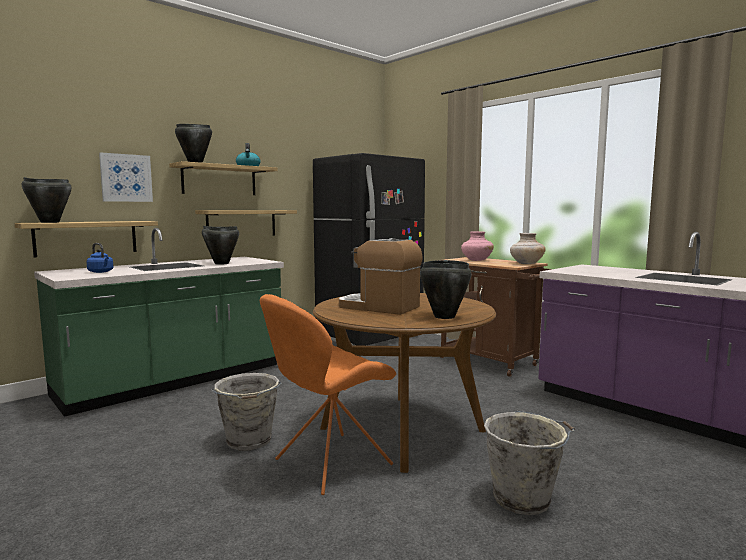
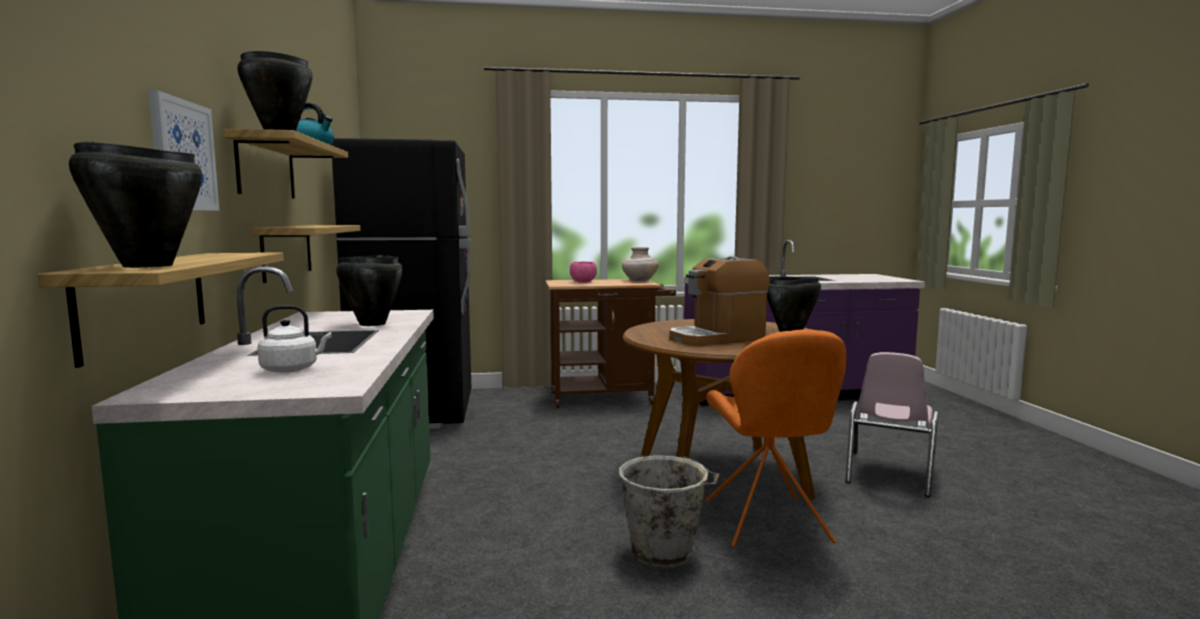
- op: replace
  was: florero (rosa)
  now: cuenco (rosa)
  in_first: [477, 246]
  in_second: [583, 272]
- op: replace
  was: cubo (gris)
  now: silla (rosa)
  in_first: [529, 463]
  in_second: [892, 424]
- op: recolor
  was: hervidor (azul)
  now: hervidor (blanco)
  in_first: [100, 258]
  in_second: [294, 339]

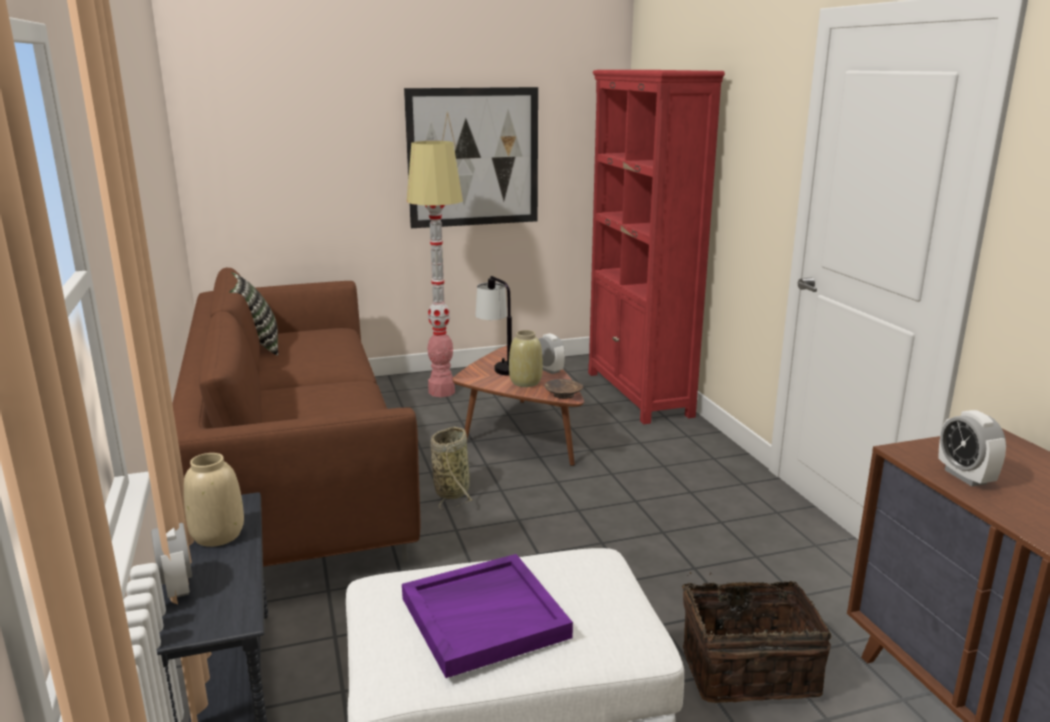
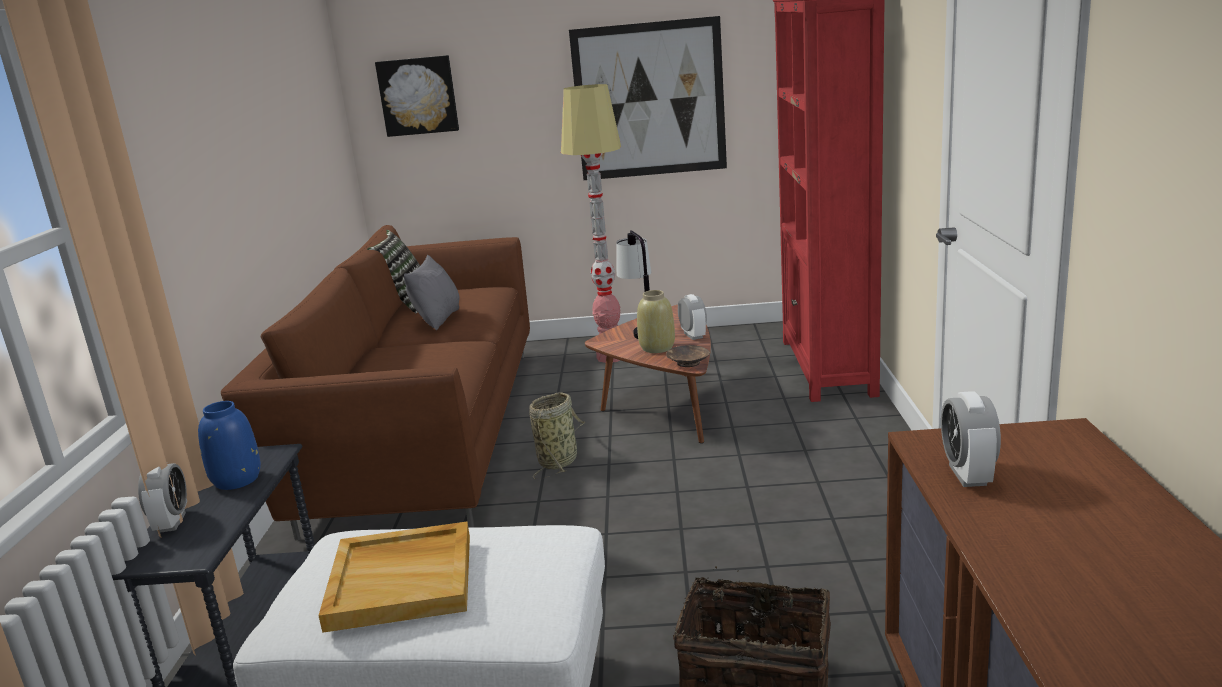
- op: insert
  now: cuadro
  in_second: [417, 96]
- op: insert
  now: cojín (gris)
  in_second: [432, 292]
- op: recolor
  was: florero (beis)
  now: florero (azul)
  in_first: [214, 500]
  in_second: [229, 445]
- op: recolor
  was: bandeja (morado)
  now: bandeja (beis)
  in_first: [487, 616]
  in_second: [394, 577]

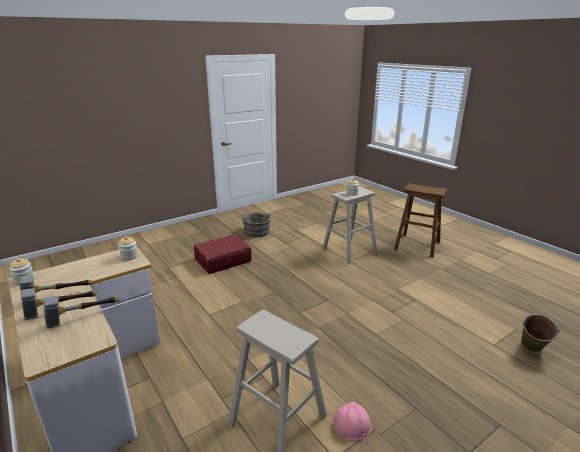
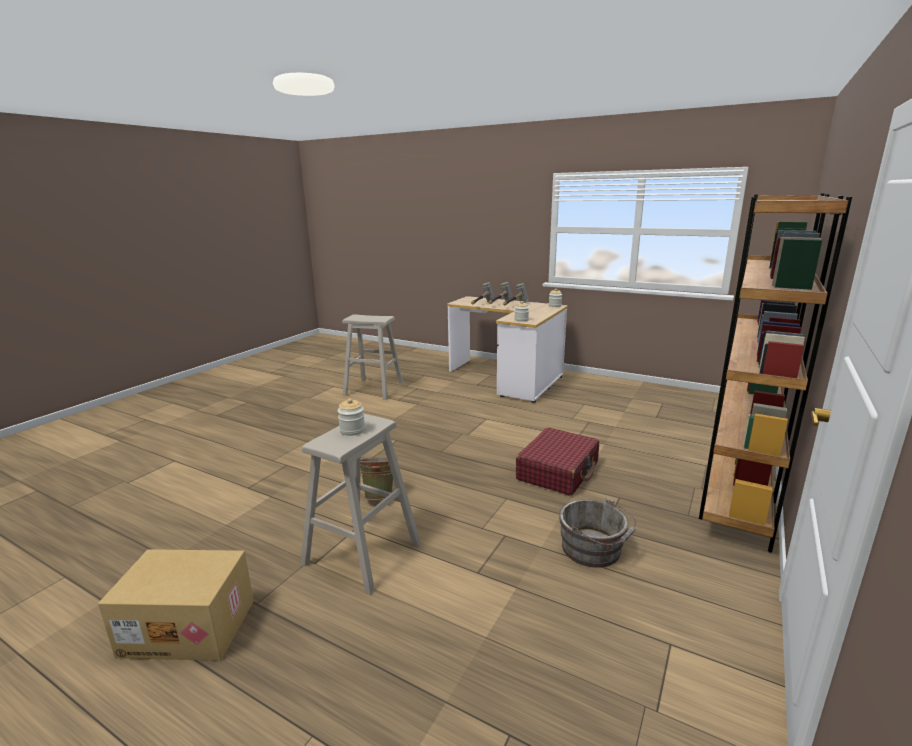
- op: delete
  was: casco (rosa)
  in_first: [352, 421]
- op: insert
  now: estantería (marrón)
  in_second: [775, 373]
- op: move
  was: cubo (verde)
  in_first: [540, 333]
  in_second: [379, 479]
- op: replace
  was: taburete (marrón)
  now: caja de cartón
  in_first: [420, 221]
  in_second: [176, 605]

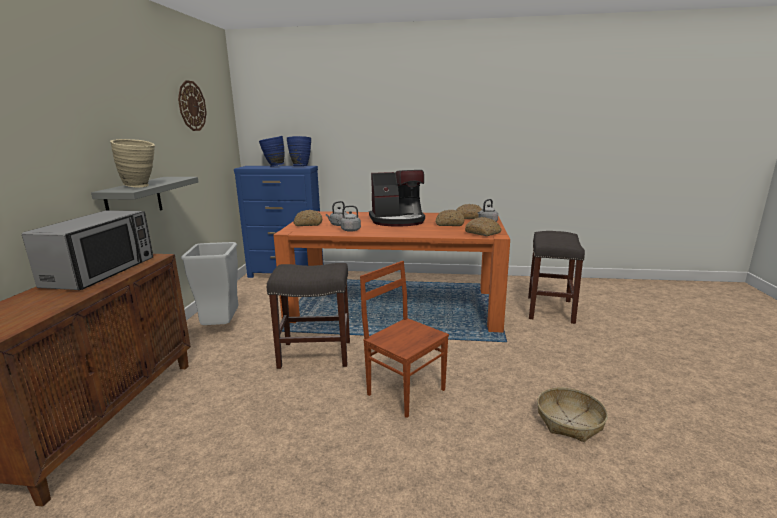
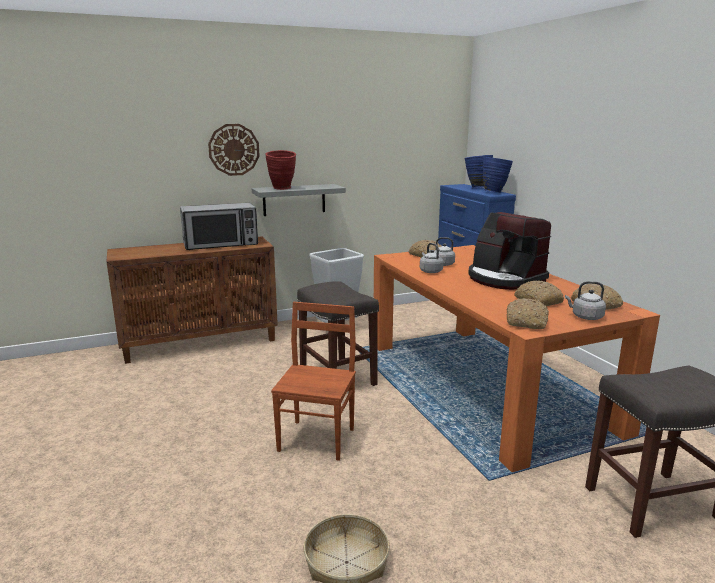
- op: move
  was: reloj de pared
  in_first: [192, 105]
  in_second: [234, 150]
- op: recolor
  was: florero (beis)
  now: florero (rojo)
  in_first: [132, 163]
  in_second: [281, 170]

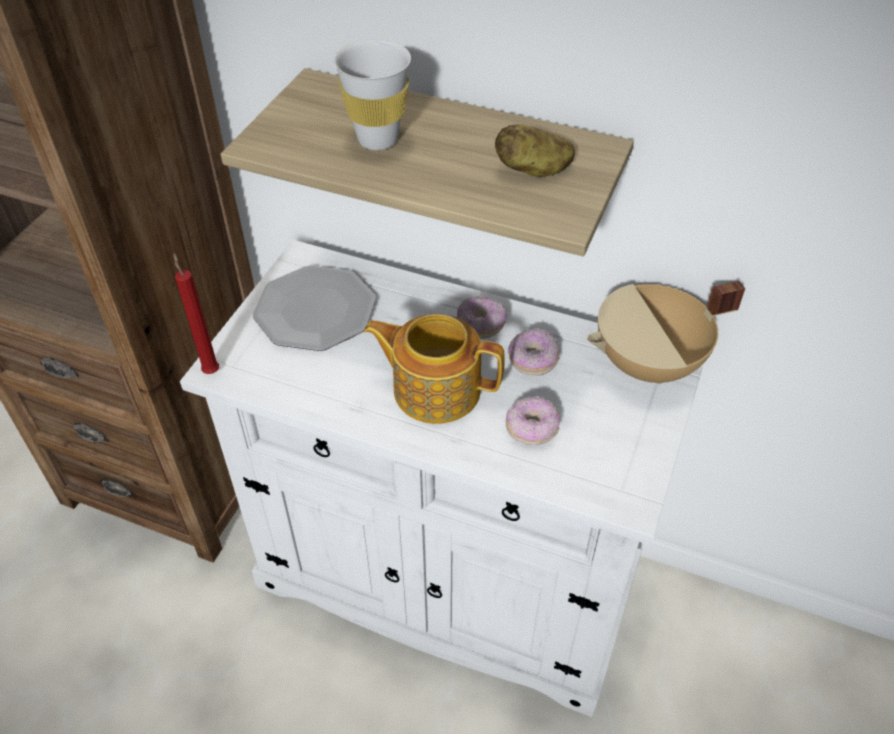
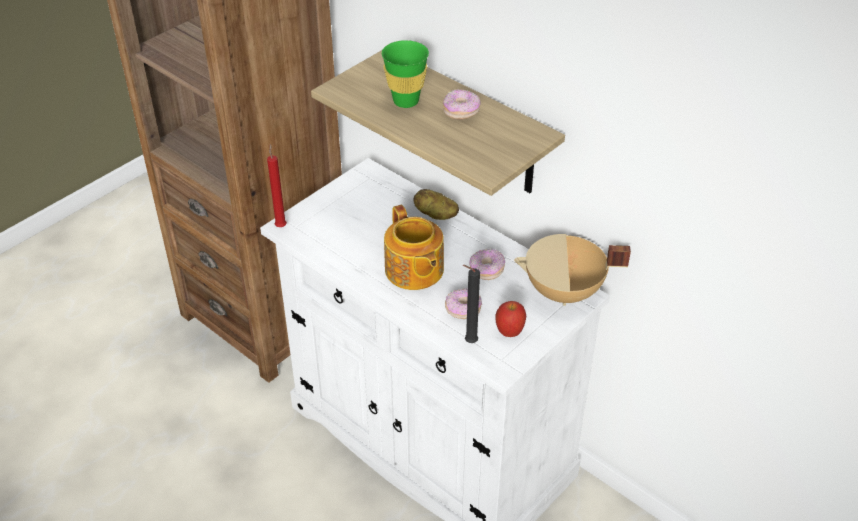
- op: delete
  was: plato
  in_first: [314, 308]
- op: insert
  now: vela (negro)
  in_second: [471, 304]
- op: insert
  now: manzana
  in_second: [510, 319]
- op: move
  was: rosquilla
  in_first: [482, 317]
  in_second: [462, 104]
- op: move
  was: patata
  in_first: [535, 150]
  in_second: [436, 204]
- op: recolor
  was: taza (blanco)
  now: taza (verde)
  in_first: [372, 94]
  in_second: [405, 74]
- op: rotate
  was: tetera
  in_first: [434, 369]
  in_second: [414, 247]
  clockwise: -150

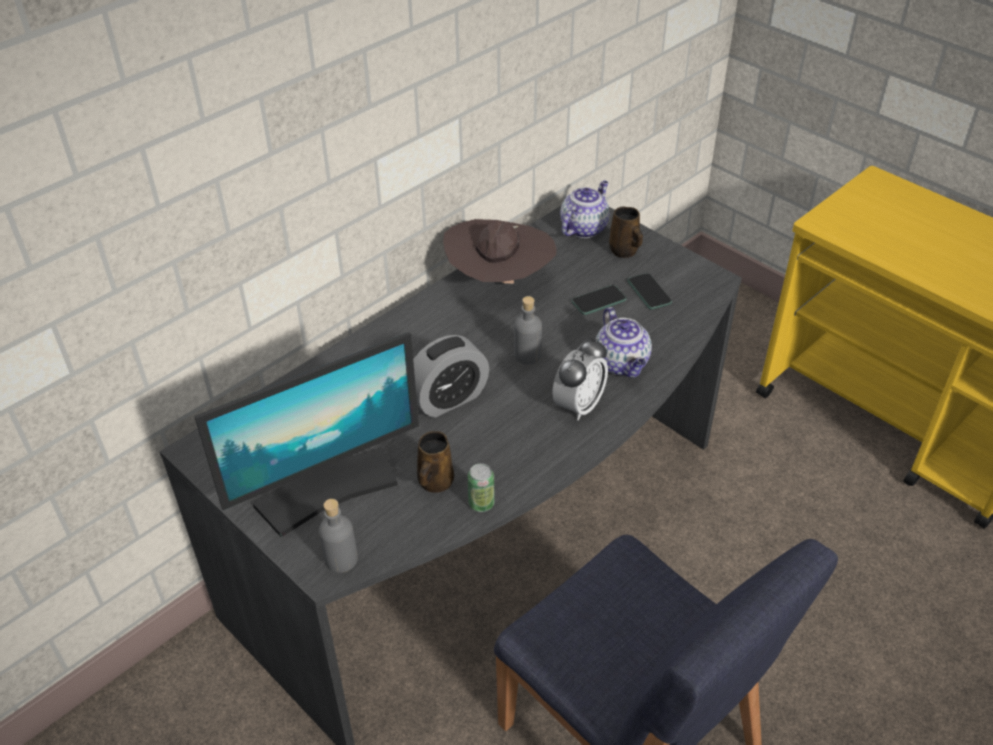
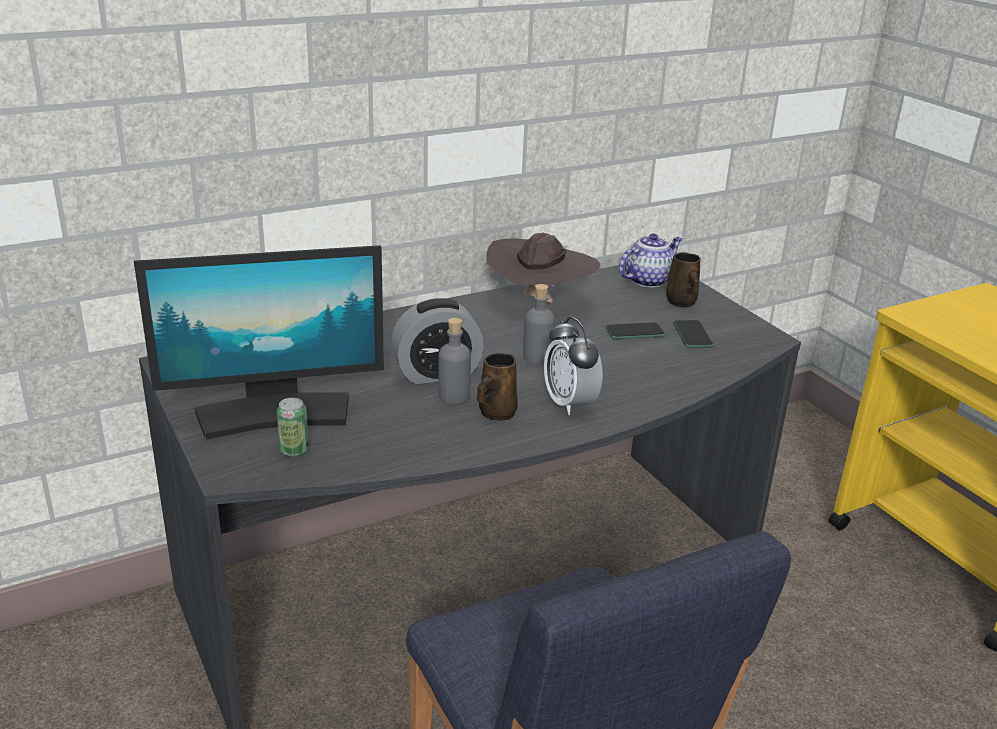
- op: delete
  was: tetera
  in_first: [624, 342]
- op: move
  was: botella (gris)
  in_first: [338, 536]
  in_second: [454, 361]
- op: move
  was: taza grande (marrón)
  in_first: [435, 462]
  in_second: [497, 386]
- op: move
  was: lata
  in_first: [481, 487]
  in_second: [293, 427]
- op: rotate
  was: despertador
  in_first: [580, 379]
  in_second: [573, 366]
  clockwise: 105

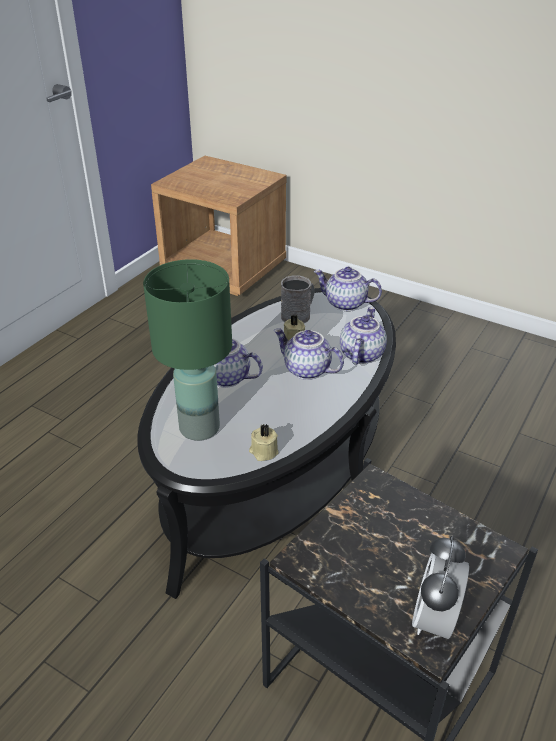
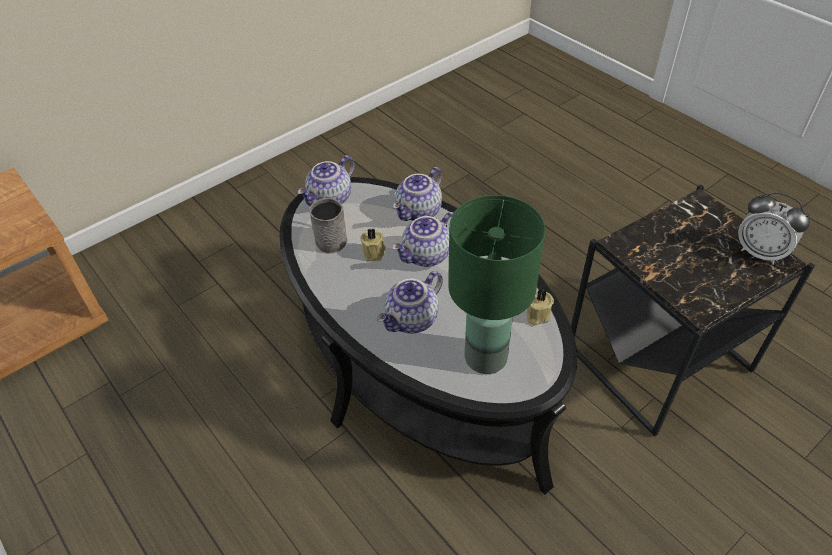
- op: rotate
  was: tetera
  in_first: [363, 336]
  in_second: [417, 194]
  clockwise: -90

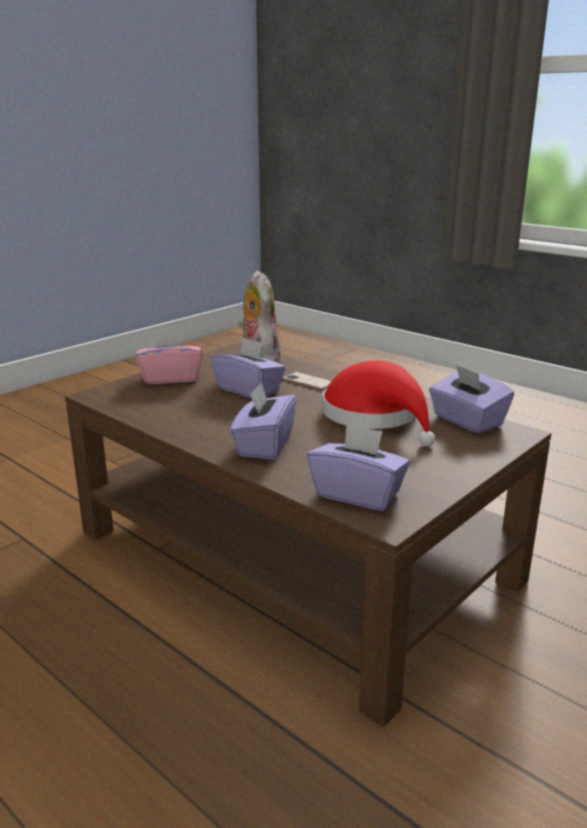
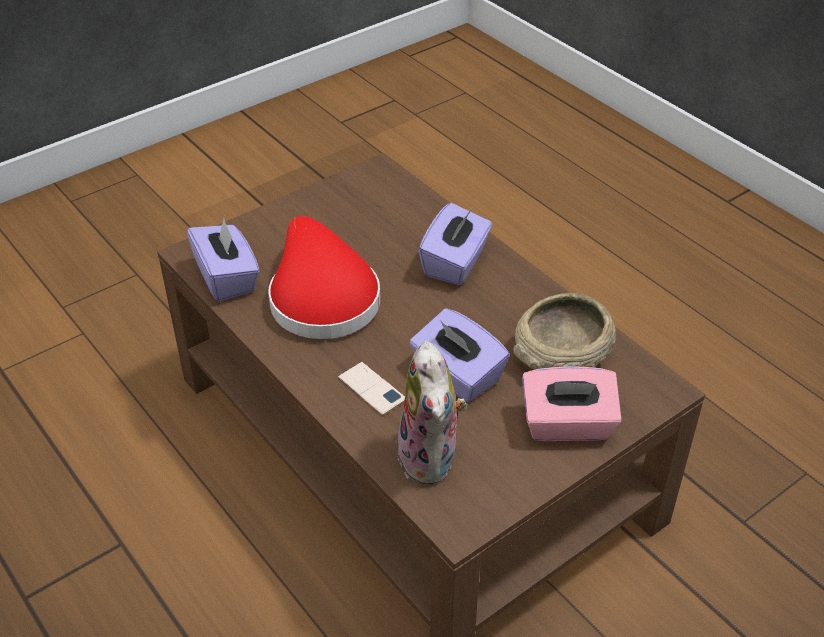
- op: delete
  was: caja de pañuelos (morado)
  in_first: [358, 467]
- op: insert
  now: cuenco (beis)
  in_second: [564, 331]

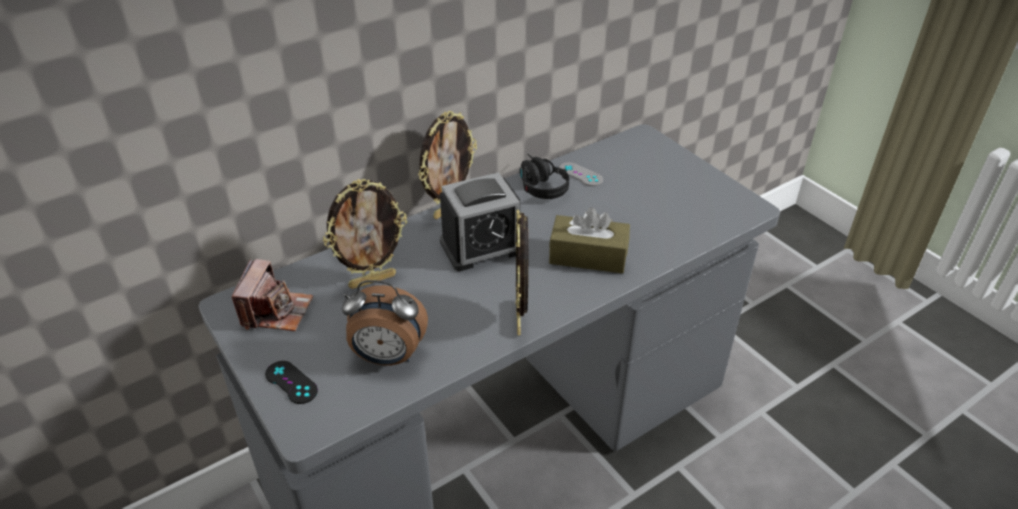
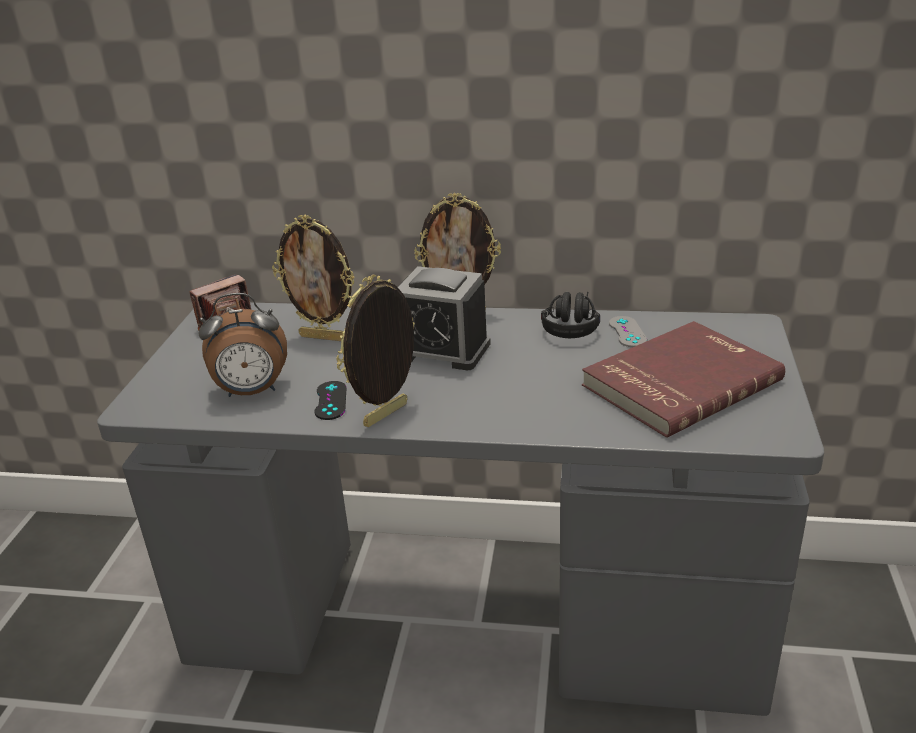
- op: delete
  was: caja de pañuelos (marrón)
  in_first: [589, 240]
- op: insert
  now: libro (rojo)
  in_second: [683, 379]
- op: move
  was: mando de consola (negro)
  in_first: [291, 382]
  in_second: [330, 400]
- op: rotate
  was: despertador
  in_first: [385, 322]
  in_second: [243, 345]
  clockwise: -60

